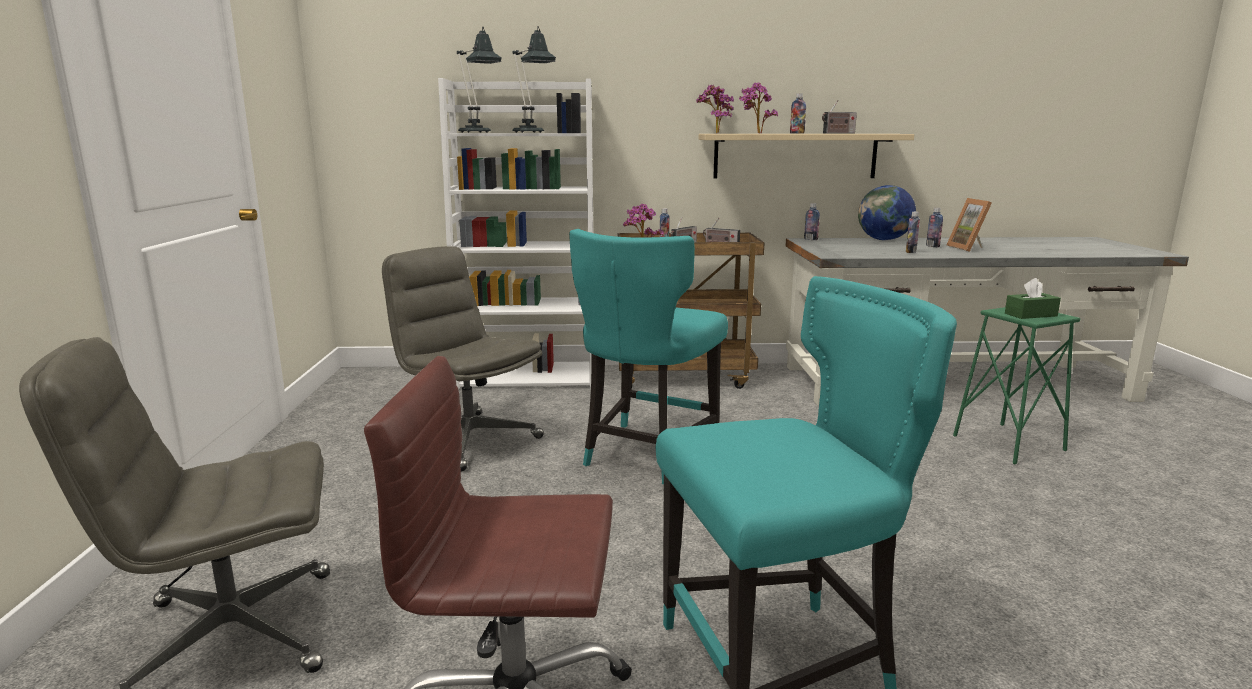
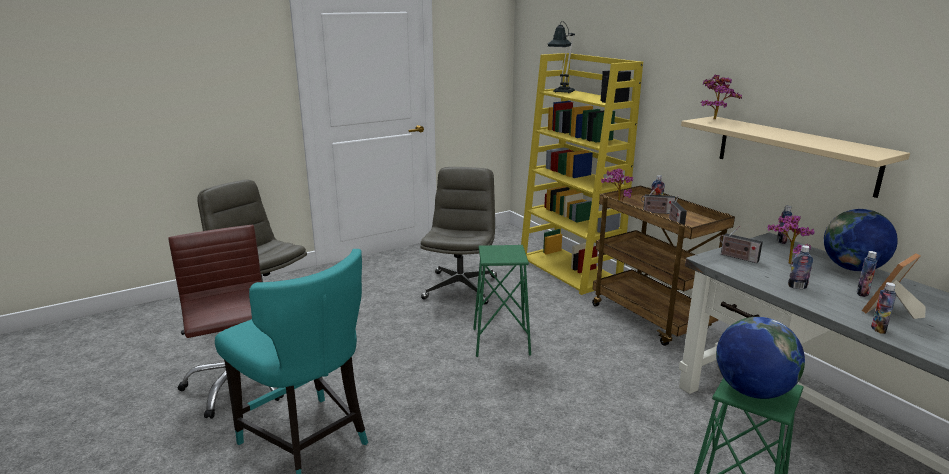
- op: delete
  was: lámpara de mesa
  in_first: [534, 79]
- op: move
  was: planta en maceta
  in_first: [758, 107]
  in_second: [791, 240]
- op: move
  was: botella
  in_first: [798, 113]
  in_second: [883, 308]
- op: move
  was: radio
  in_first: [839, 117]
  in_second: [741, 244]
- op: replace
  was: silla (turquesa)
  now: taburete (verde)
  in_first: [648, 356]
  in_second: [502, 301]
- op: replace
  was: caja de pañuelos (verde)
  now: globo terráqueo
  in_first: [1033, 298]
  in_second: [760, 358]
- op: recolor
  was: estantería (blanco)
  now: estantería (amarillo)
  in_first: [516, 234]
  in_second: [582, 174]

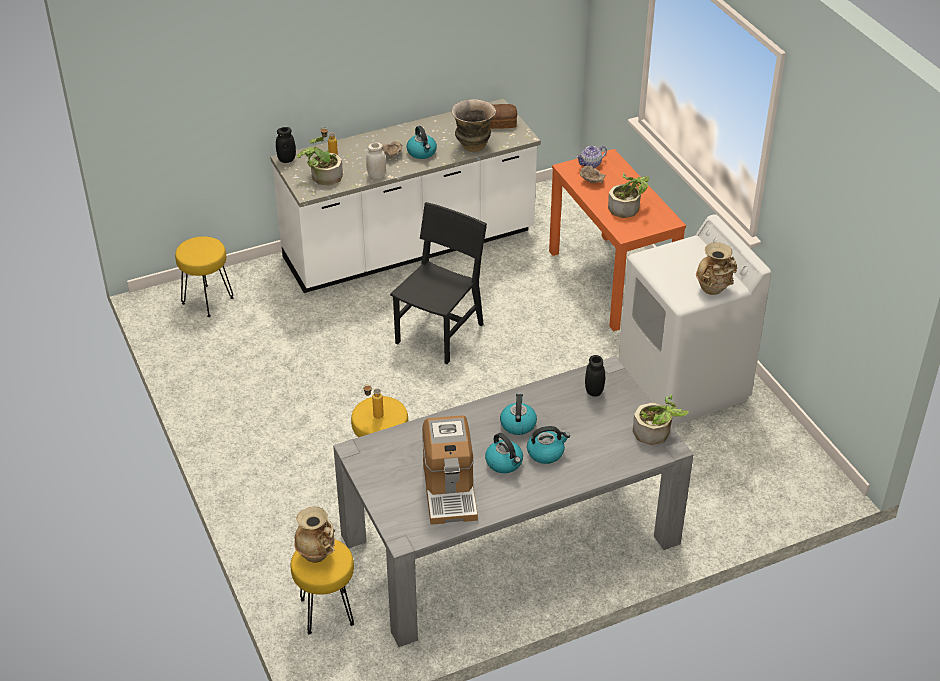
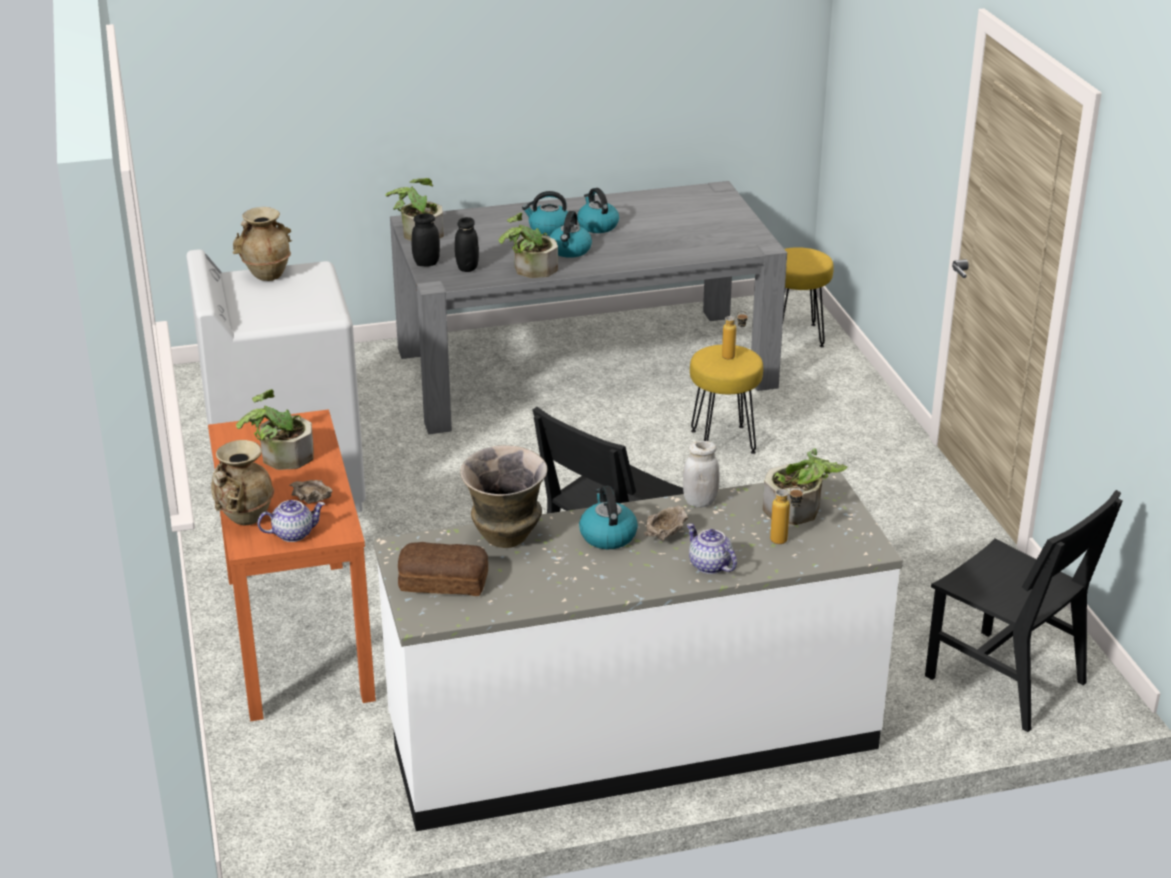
- op: delete
  was: cafetera
  in_first: [450, 470]
- op: insert
  now: planta en maceta
  in_second: [528, 245]
- op: insert
  now: tetera
  in_second: [712, 548]
- op: move
  was: tarro (negro)
  in_first: [286, 145]
  in_second: [426, 240]
- op: move
  was: florero (beis)
  in_first: [314, 535]
  in_second: [242, 483]
- op: replace
  was: taburete (amarillo)
  now: silla (negro)
  in_first: [204, 276]
  in_second: [1024, 611]

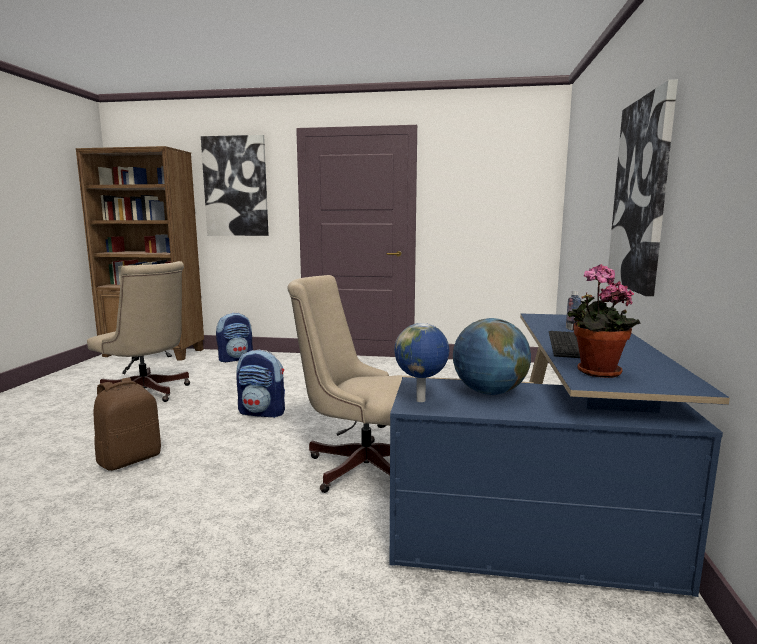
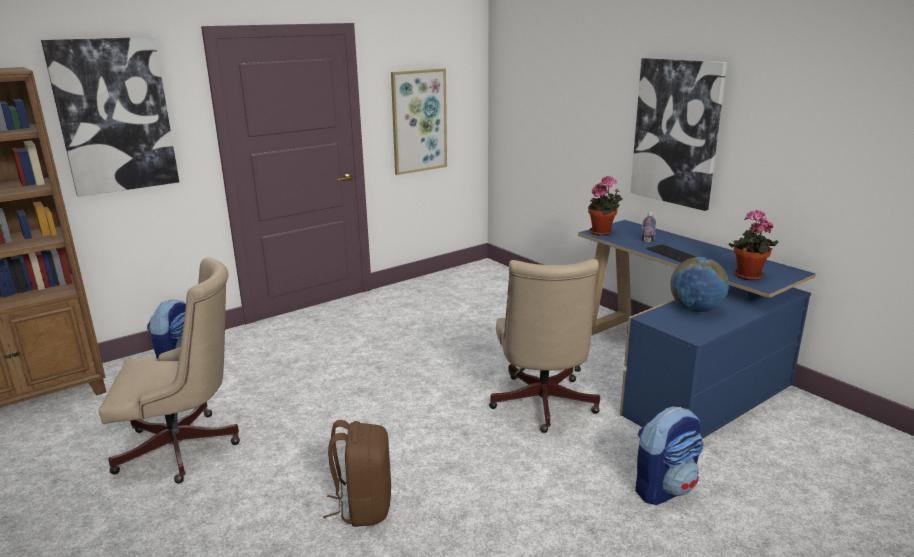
- op: delete
  was: globo terráqueo
  in_first: [421, 362]
- op: insert
  now: cuadro
  in_second: [419, 122]
- op: insert
  now: planta en maceta
  in_second: [605, 206]
- op: move
  was: mochila
  in_first: [260, 384]
  in_second: [669, 455]
- op: rotate
  was: silla de oficina (beis)
  in_first: [350, 384]
  in_second: [544, 346]
  clockwise: -60

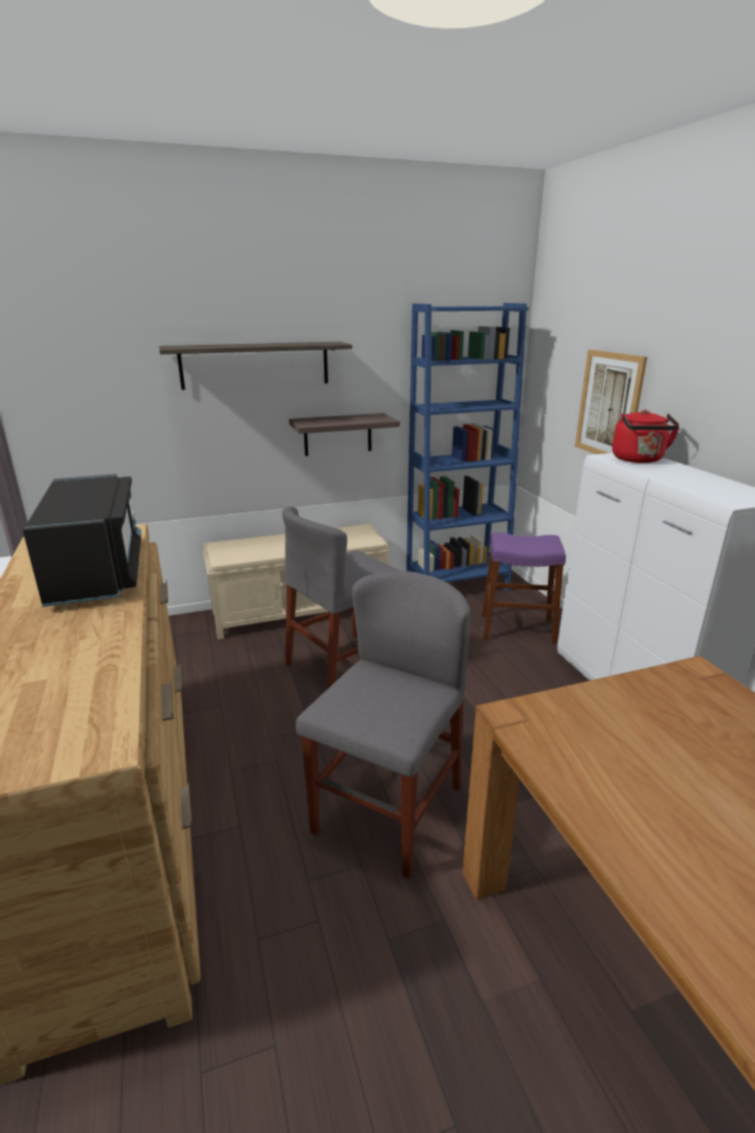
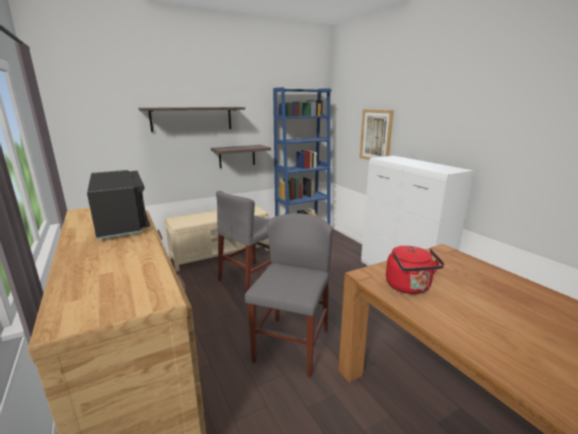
- op: delete
  was: taburete (morado)
  in_first: [524, 588]
- op: move
  was: hervidor (rojo)
  in_first: [646, 436]
  in_second: [415, 270]

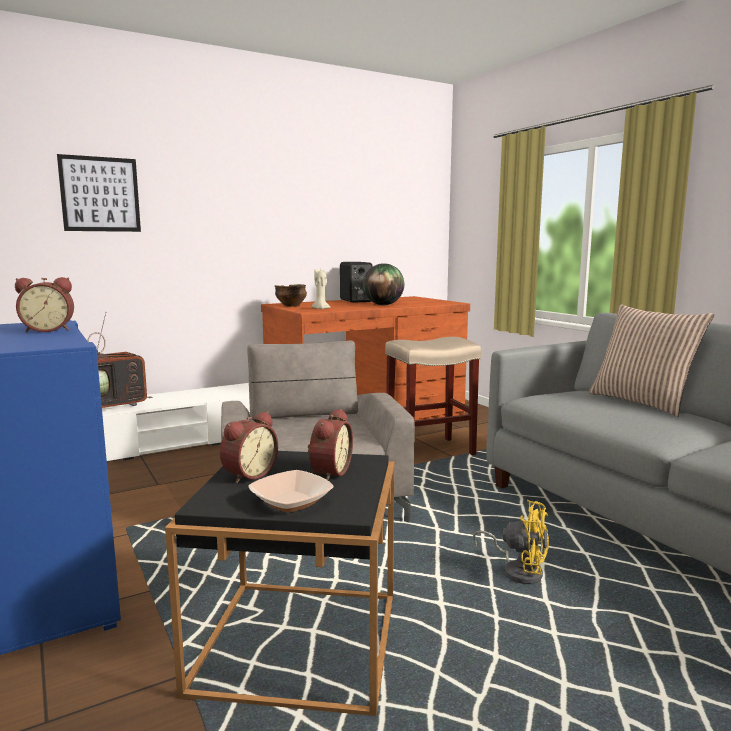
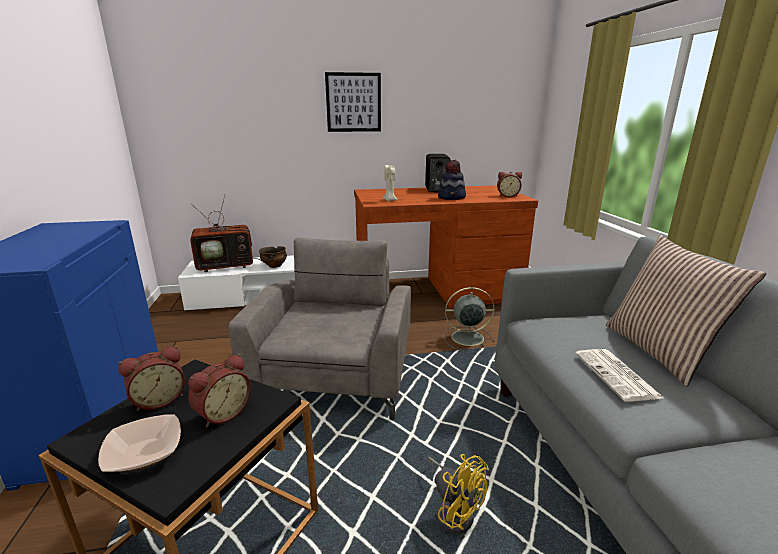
- op: insert
  now: periódico
  in_second: [620, 375]
- op: move
  was: despertador
  in_first: [44, 304]
  in_second: [509, 184]
- op: move
  was: cuadro
  in_first: [99, 193]
  in_second: [353, 102]
- op: move
  was: cuenco
  in_first: [291, 295]
  in_second: [273, 257]
- op: replace
  was: globo terráqueo
  now: sombrero
  in_first: [383, 284]
  in_second: [452, 180]
- op: replace
  was: taburete (beis)
  now: ventilador (gris)
  in_first: [433, 396]
  in_second: [469, 318]

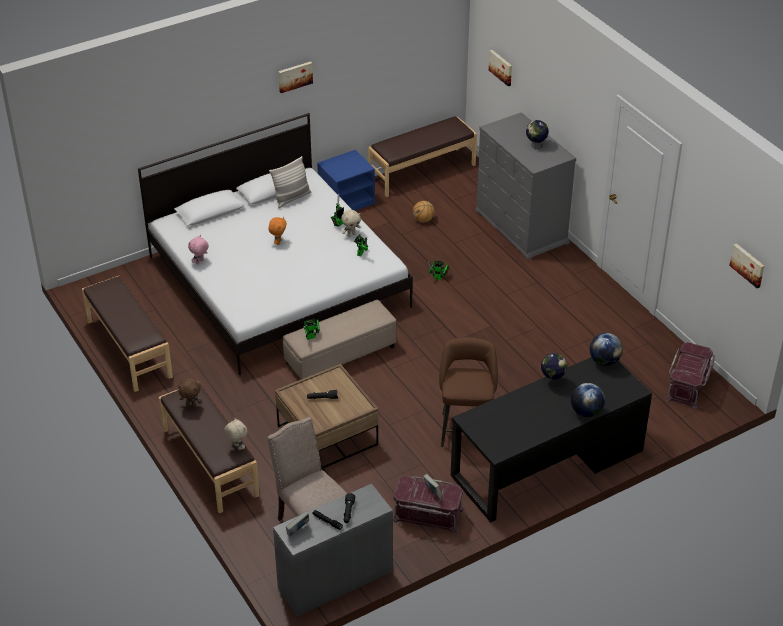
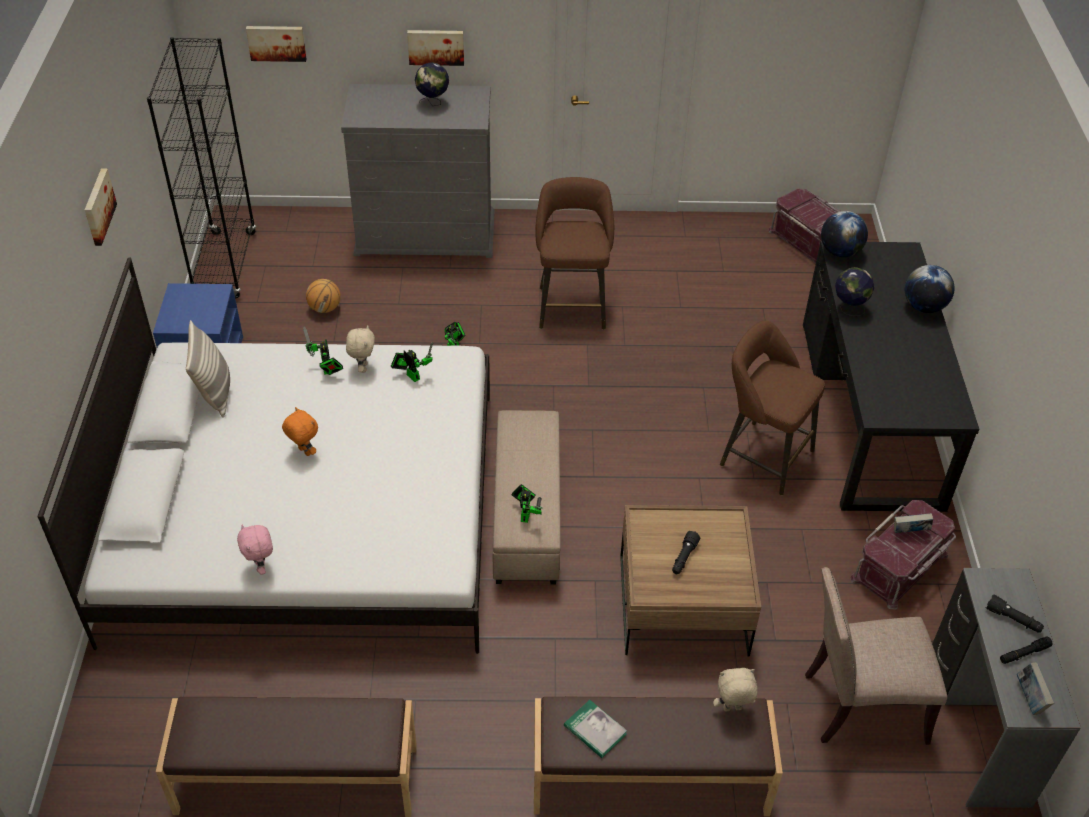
- op: insert
  now: taburete (marrón)
  in_second: [574, 253]
- op: move
  was: cuadro
  in_first: [746, 265]
  in_second: [435, 48]
- op: replace
  was: peluche (marrón)
  now: libro
  in_first: [190, 392]
  in_second: [595, 729]
- op: replace
  was: banco (marrón)
  now: estantería (negro)
  in_first: [422, 156]
  in_second: [201, 167]

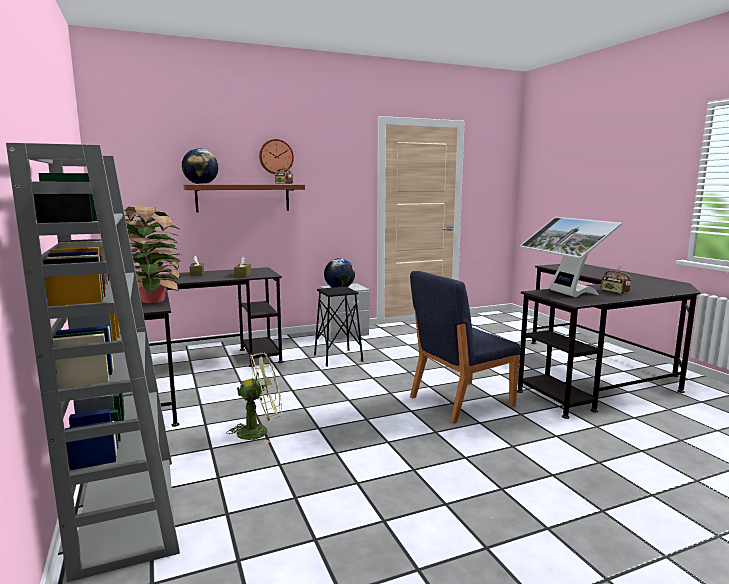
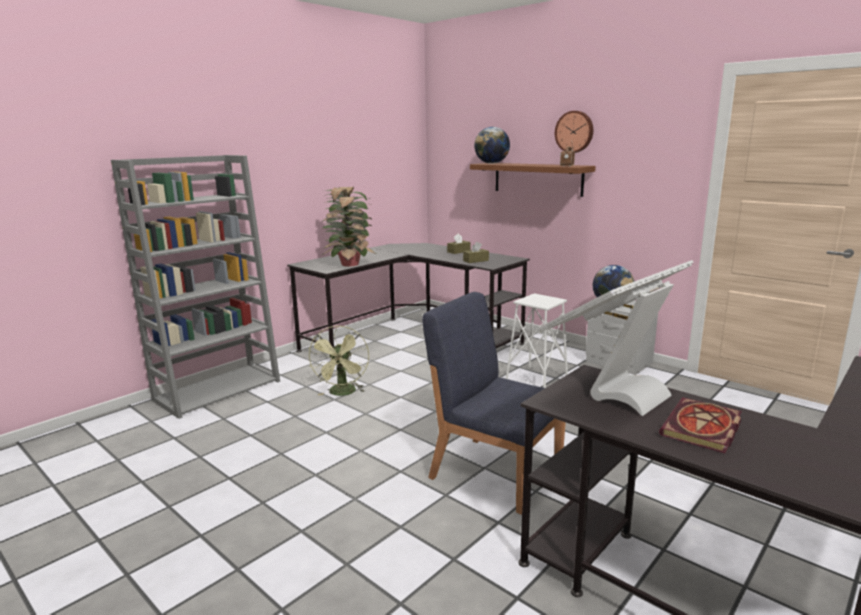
- op: replace
  was: radio
  now: libro
  in_first: [616, 279]
  in_second: [700, 425]
- op: recolor
  was: taburete (negro)
  now: taburete (blanco)
  in_first: [338, 326]
  in_second: [537, 340]
- op: rotate
  was: ventilador (verde)
  in_first: [254, 398]
  in_second: [338, 361]
  clockwise: 45

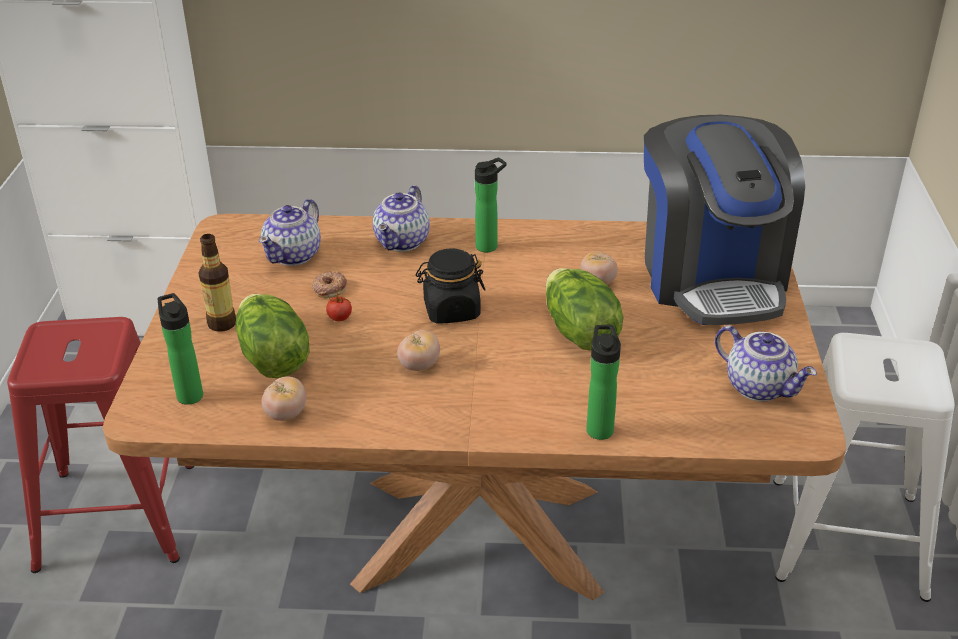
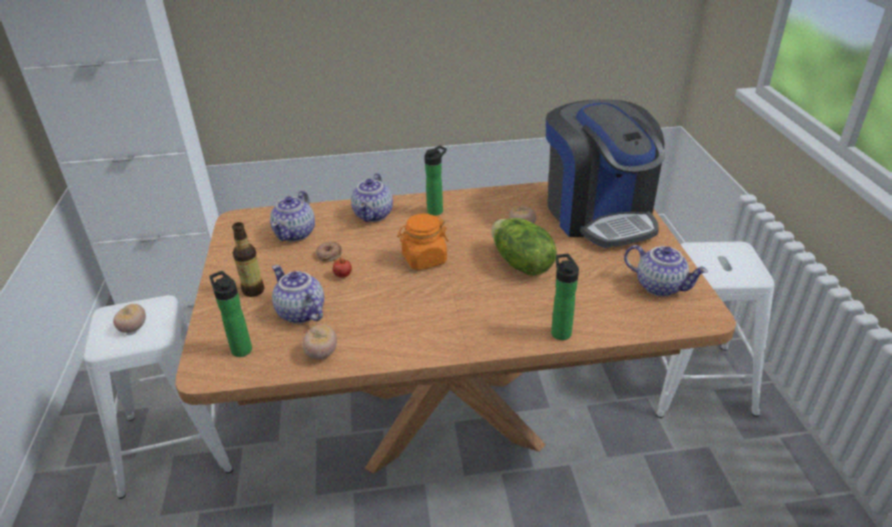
- op: move
  was: tomate
  in_first: [418, 350]
  in_second: [129, 318]
- op: replace
  was: lechuga
  now: tetera
  in_first: [272, 336]
  in_second: [298, 294]
- op: recolor
  was: taburete (rojo)
  now: taburete (blanco)
  in_first: [100, 445]
  in_second: [158, 397]
- op: recolor
  was: tarro (negro)
  now: tarro (naranja)
  in_first: [451, 286]
  in_second: [422, 242]

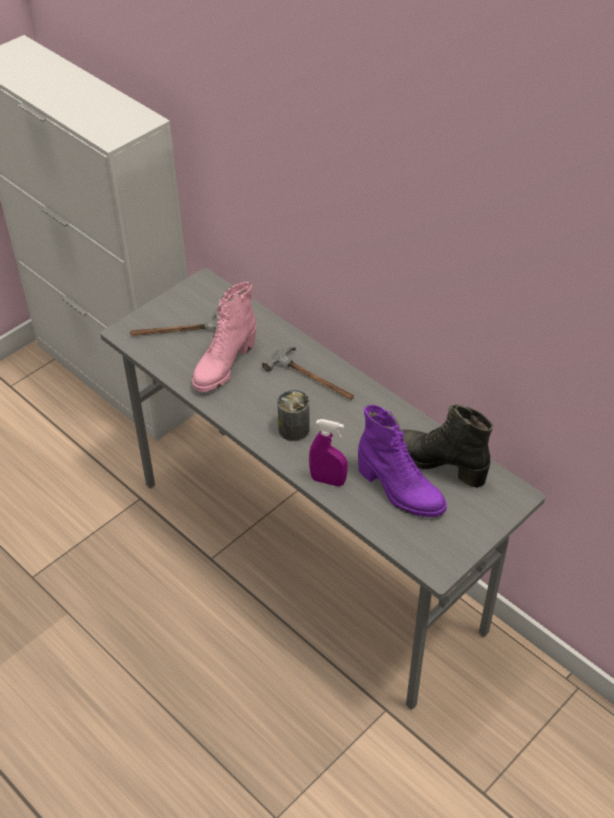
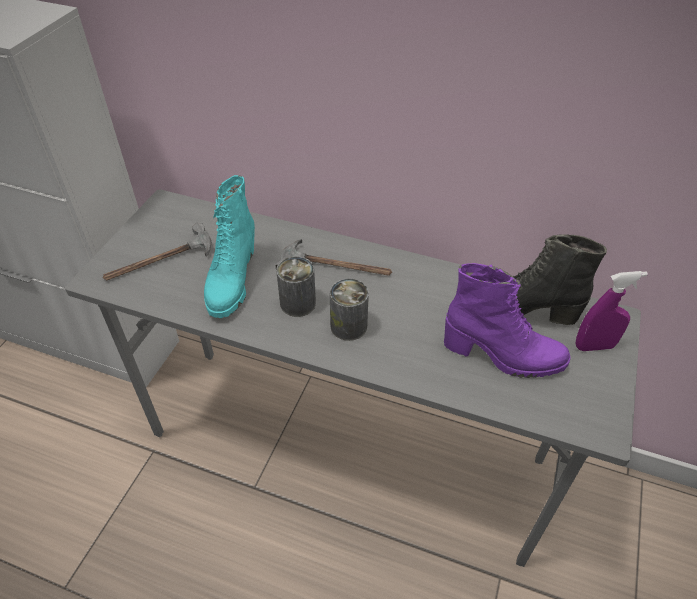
- op: insert
  now: lata
  in_second: [296, 286]
- op: move
  was: pulverizador (morado)
  in_first: [328, 452]
  in_second: [611, 311]
- op: recolor
  was: bota (rosa)
  now: bota (turquesa)
  in_first: [224, 337]
  in_second: [229, 246]

